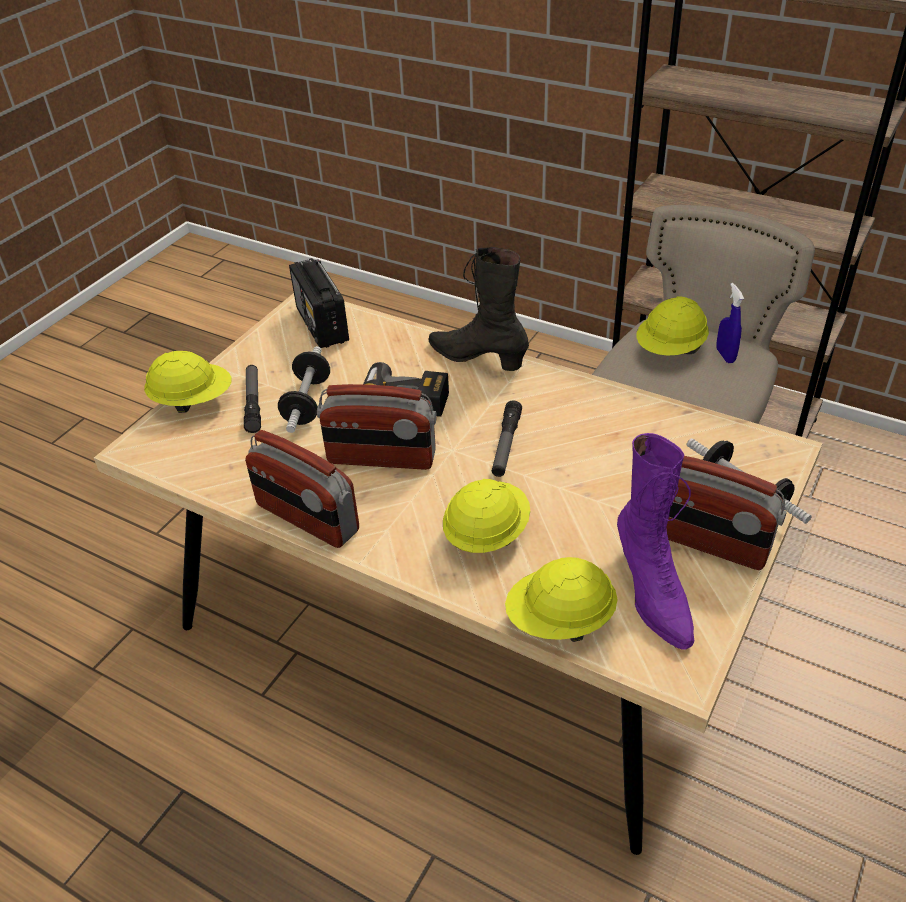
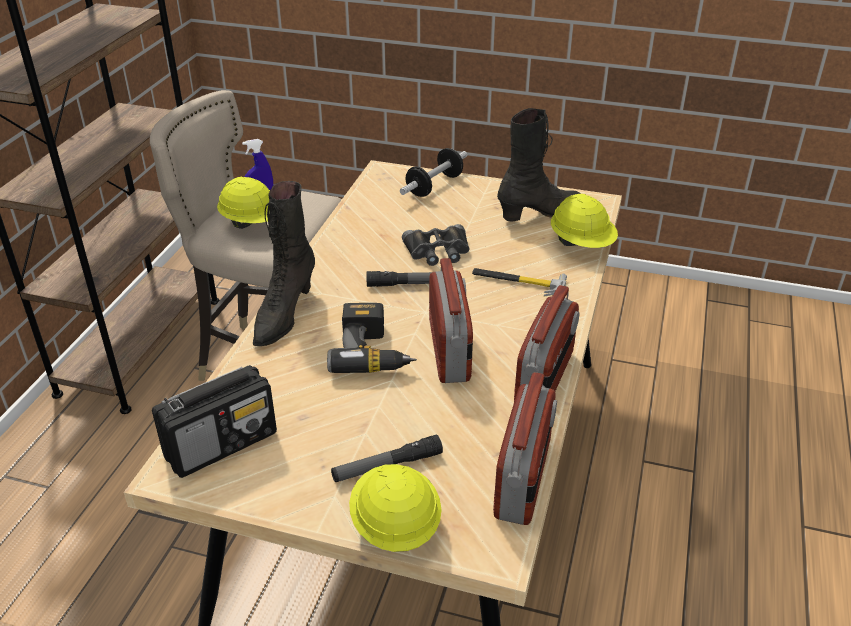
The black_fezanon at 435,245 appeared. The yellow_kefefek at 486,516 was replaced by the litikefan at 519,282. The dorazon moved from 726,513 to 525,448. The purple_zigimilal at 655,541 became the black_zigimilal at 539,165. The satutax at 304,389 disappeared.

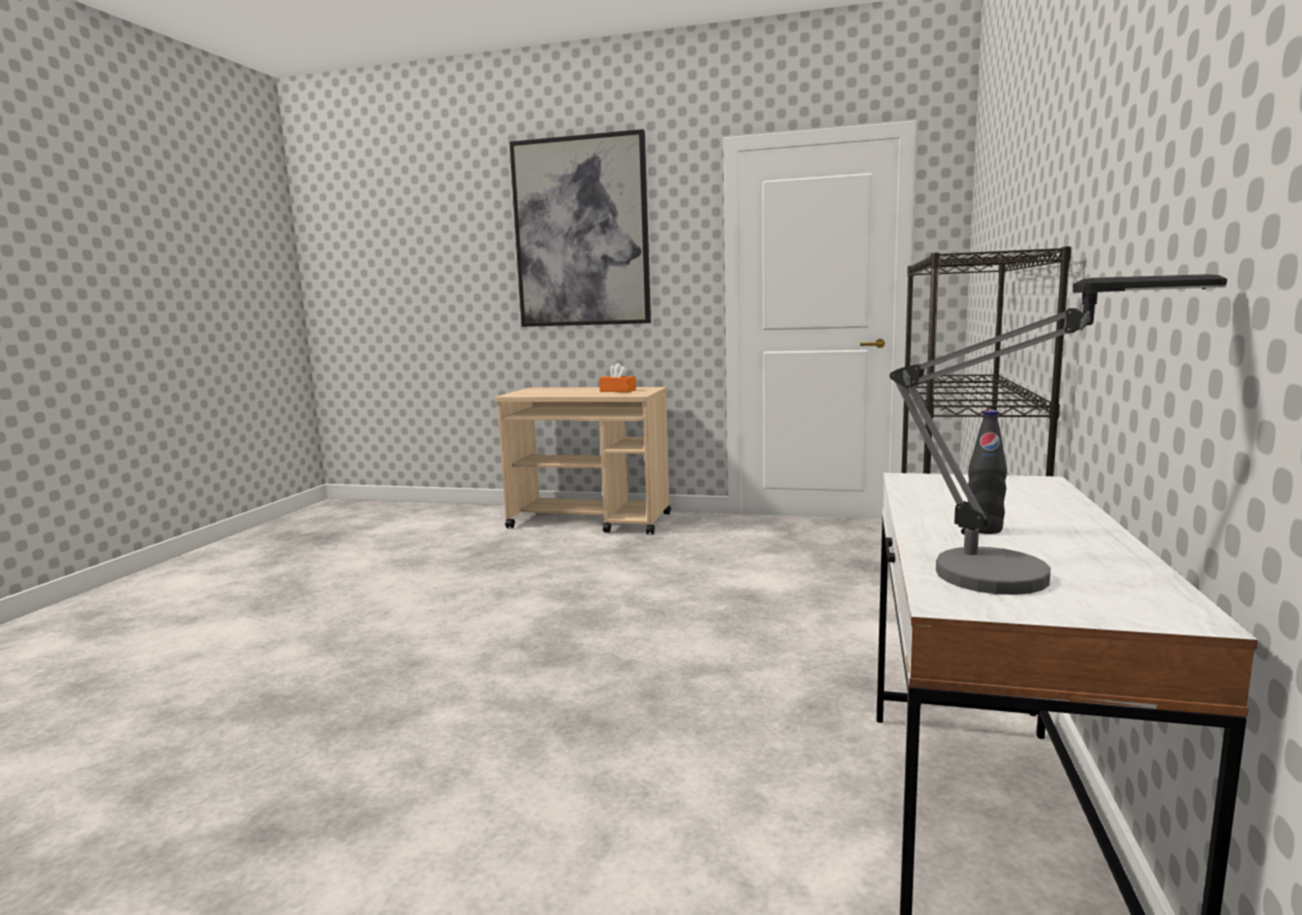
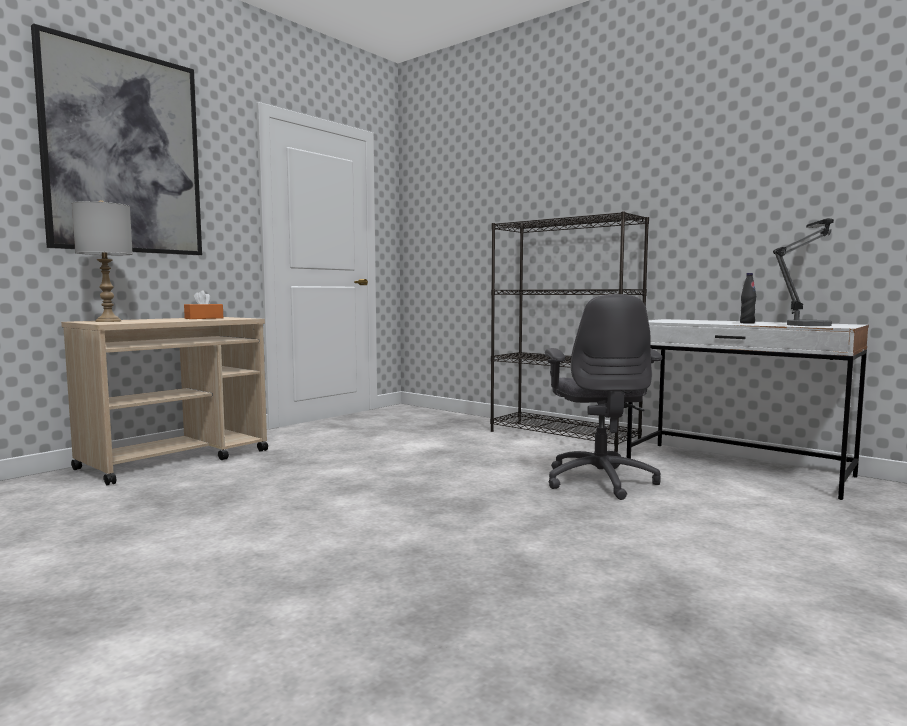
The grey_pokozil at 102,261 appeared. The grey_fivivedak at 603,397 appeared.

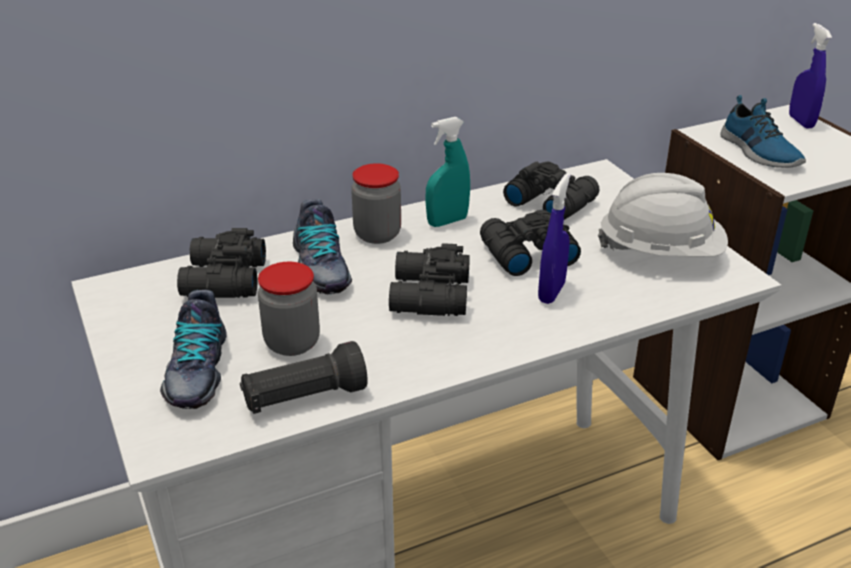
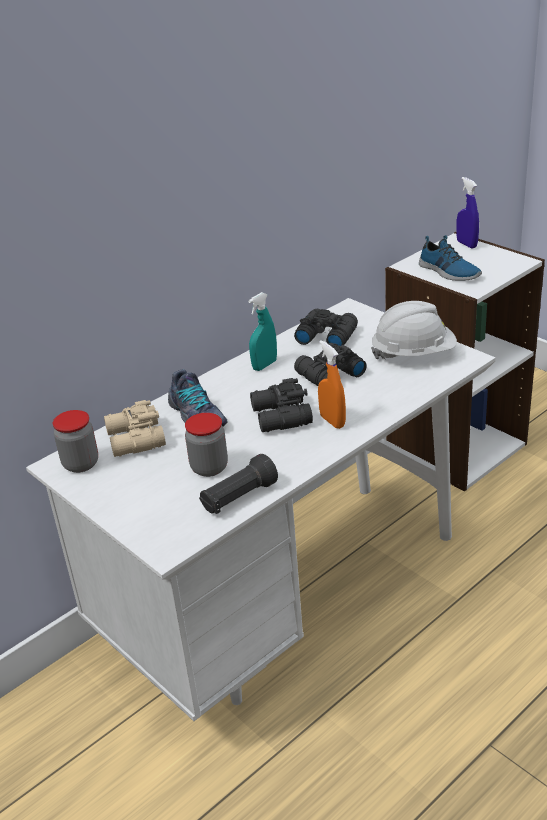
The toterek moved from 376,203 to 75,441. The black_fezanon at 221,263 became the beige_fezanon at 135,428. The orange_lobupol at 332,384 appeared. The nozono at 193,349 disappeared. The blue_lobupol at 554,238 disappeared.

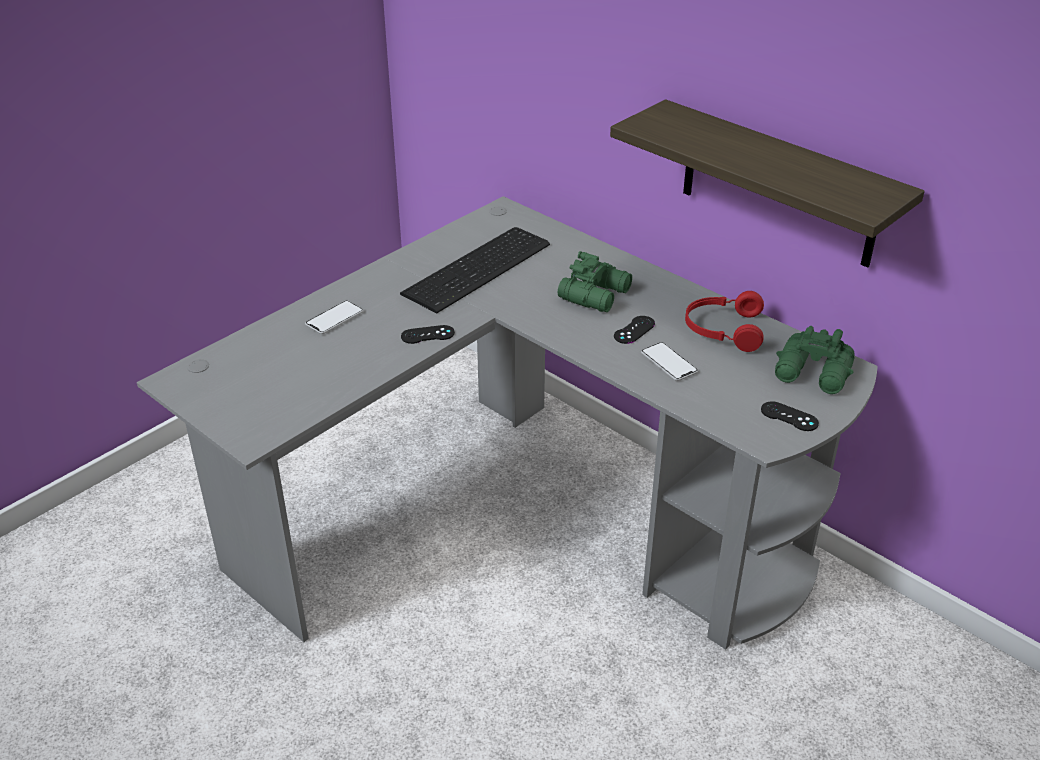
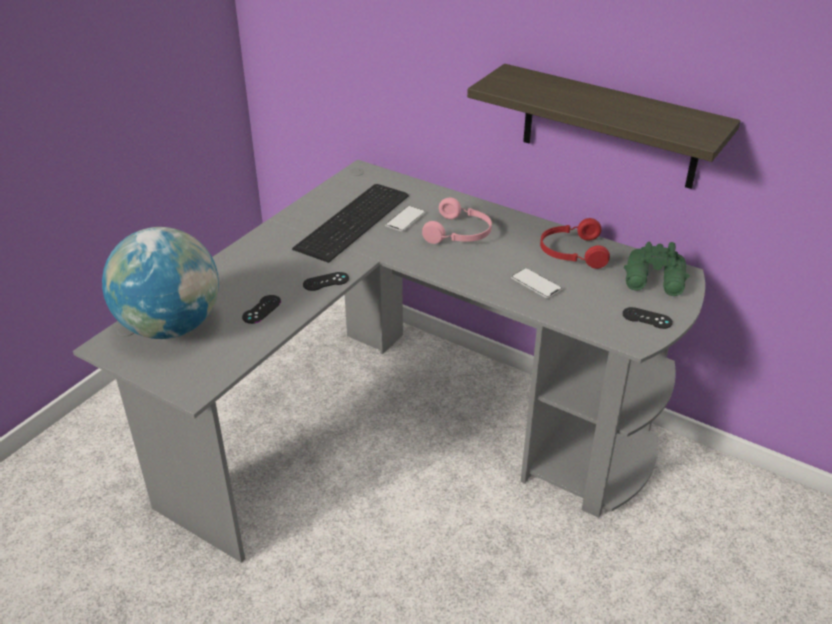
The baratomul at 160,283 appeared. The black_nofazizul moved from 634,330 to 261,309. The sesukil moved from 334,317 to 405,219. The green_fezanon at 595,281 was replaced by the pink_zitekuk at 457,220.

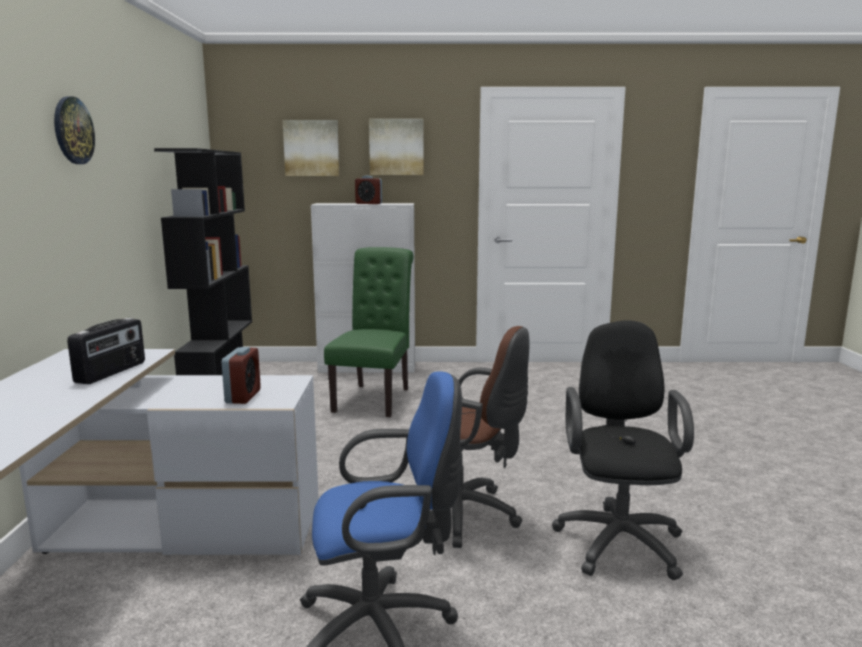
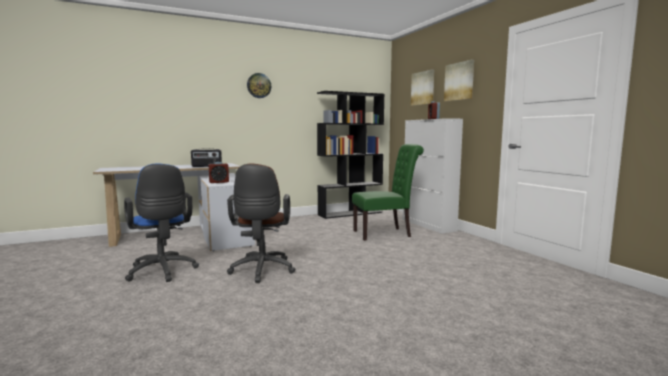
The black_fivivedak at 623,450 disappeared.

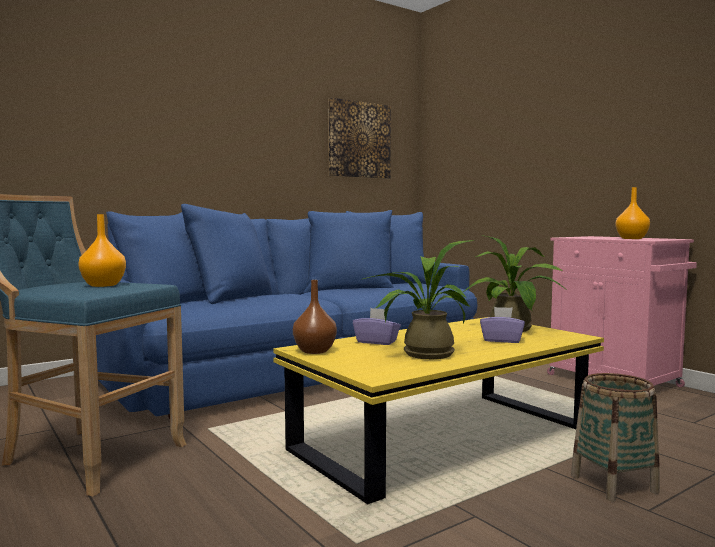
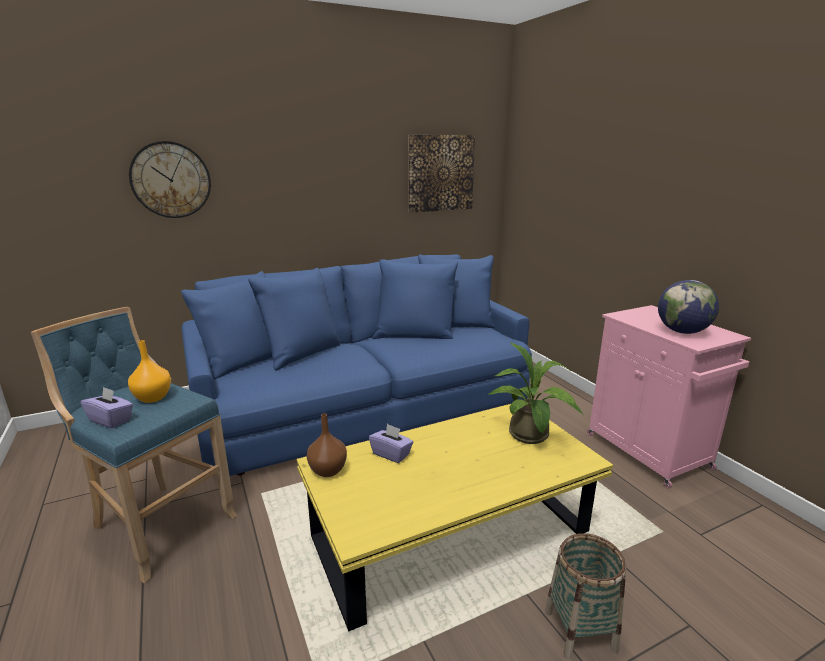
The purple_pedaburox moved from 502,325 to 106,407. The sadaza at 170,179 appeared. The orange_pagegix at 633,213 was replaced by the baratomul at 688,307. The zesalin at 418,299 disappeared.

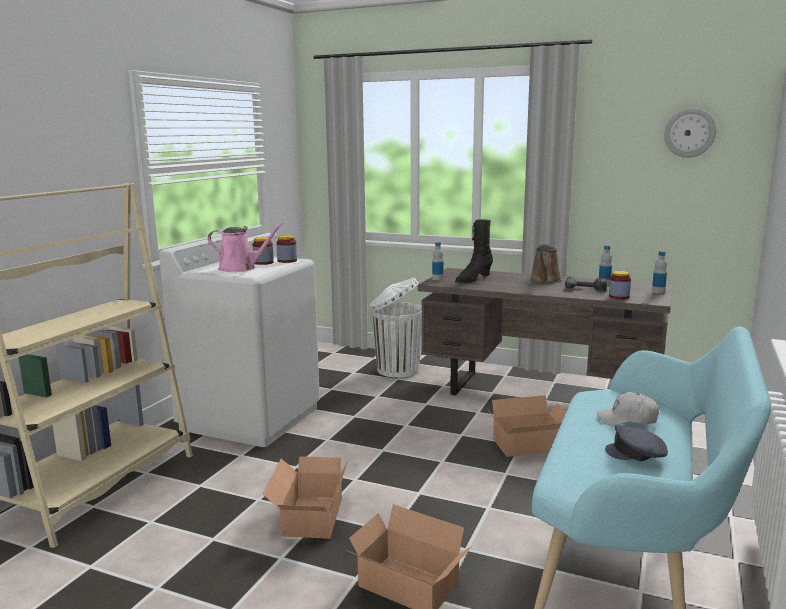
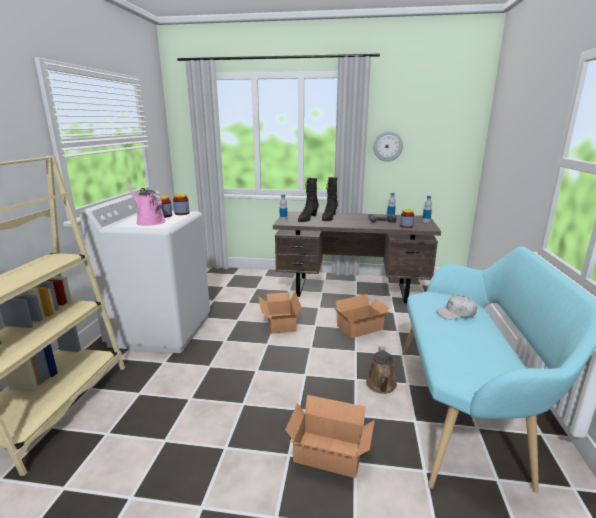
The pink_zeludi at 246,247 turned 135 degrees counterclockwise. The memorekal moved from 305,497 to 279,313. The black_zigimilal at 330,199 appeared. The brown_zeludi moved from 546,263 to 381,370. The sadaza moved from 690,133 to 388,146. The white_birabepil at 395,328 disappeared. The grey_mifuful at 636,443 disappeared.

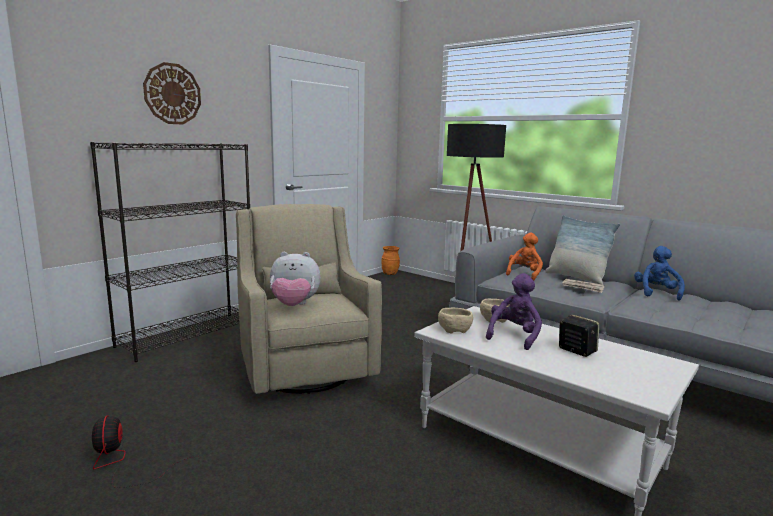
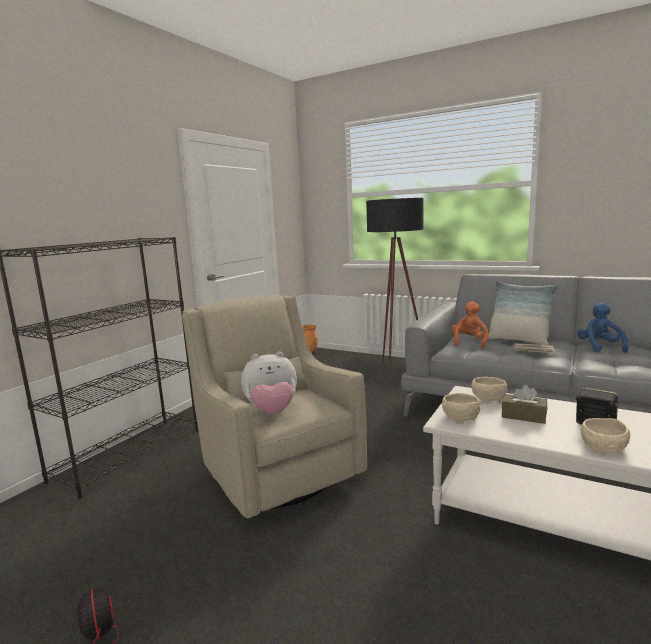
The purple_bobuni at 514,311 was replaced by the brown_pedaburox at 524,404. The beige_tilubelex at 605,435 appeared. The sadaza at 172,93 disappeared.

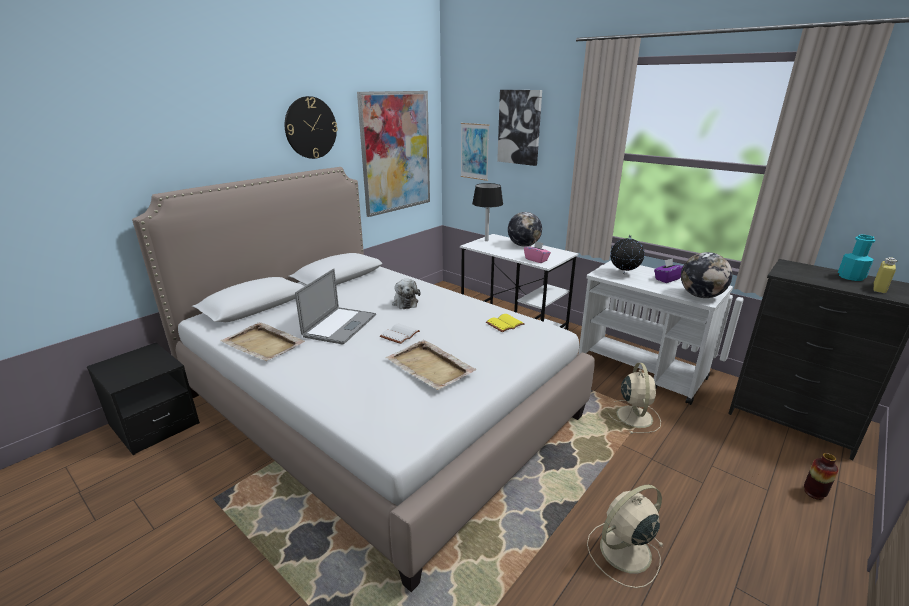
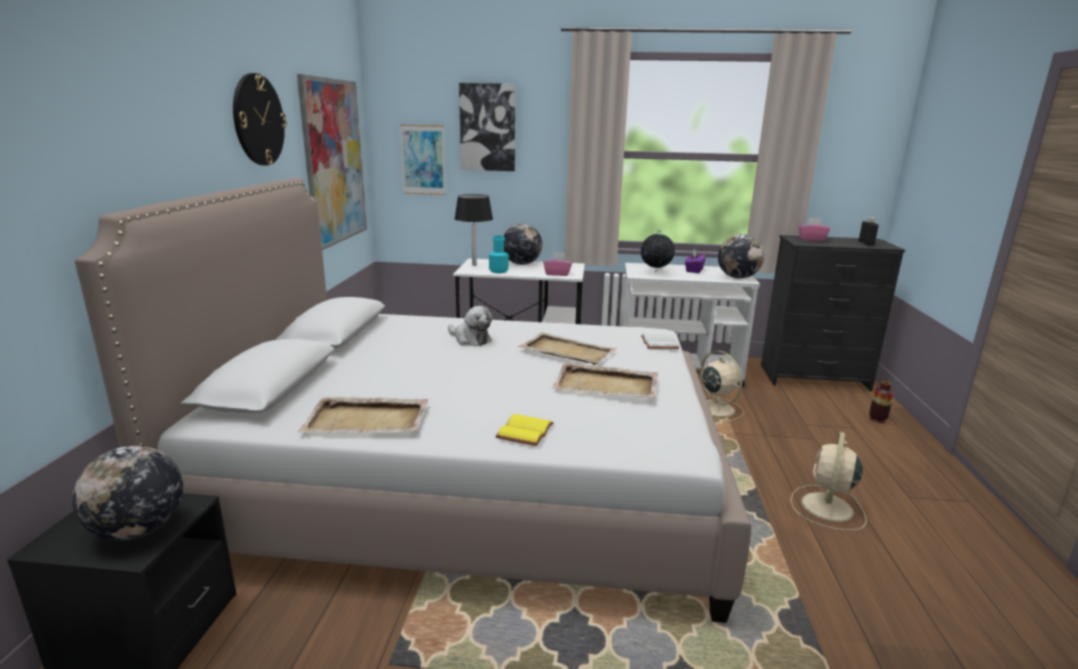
The baratomul at 127,493 appeared. The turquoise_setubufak moved from 857,258 to 499,254. The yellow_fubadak moved from 505,323 to 524,430. The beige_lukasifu at 567,348 appeared. The white_fubadak moved from 400,333 to 660,341. The pink_pedaburox at 814,229 appeared. The yellow_setubufak at 885,275 became the black_setubufak at 869,231. The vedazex at 335,306 disappeared.

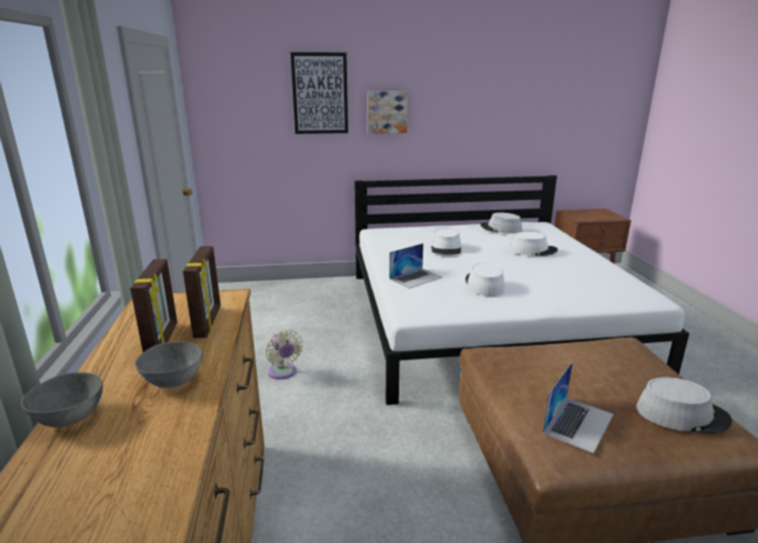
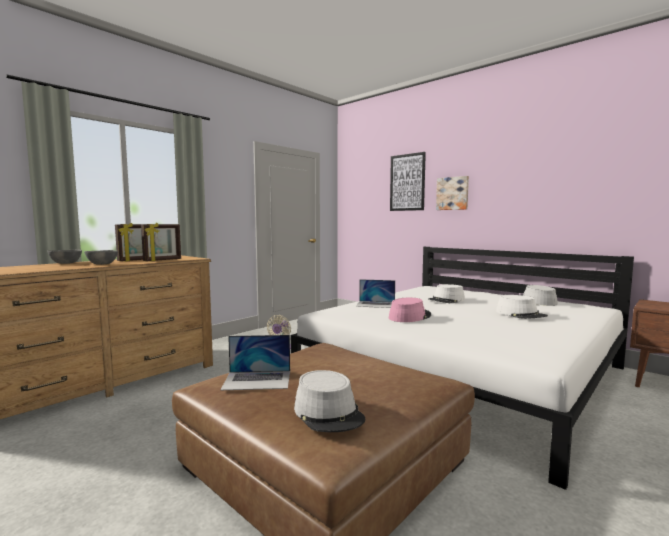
The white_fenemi at 485,279 became the pink_fenemi at 410,309.

